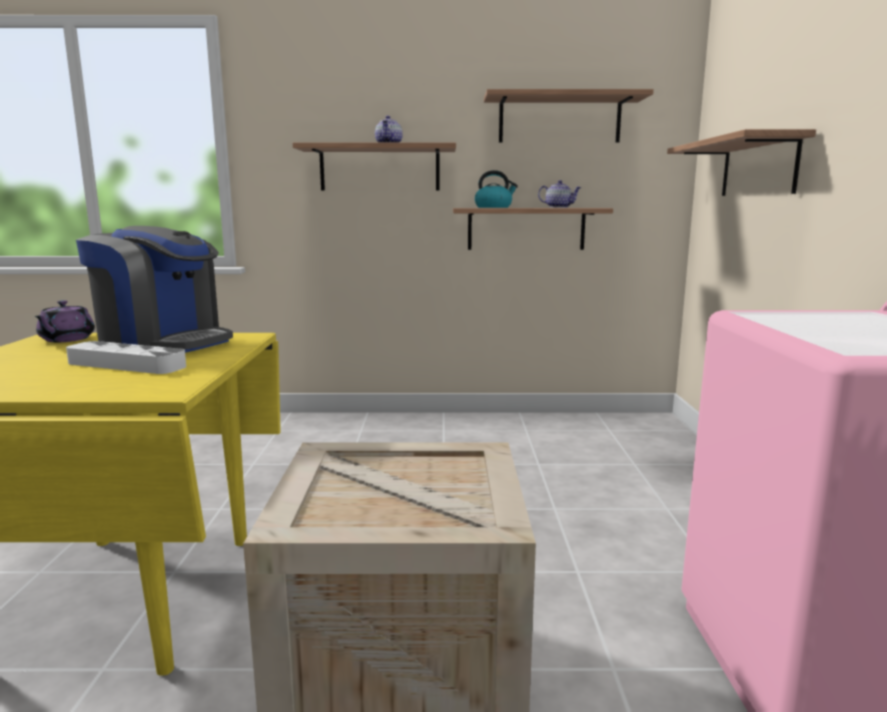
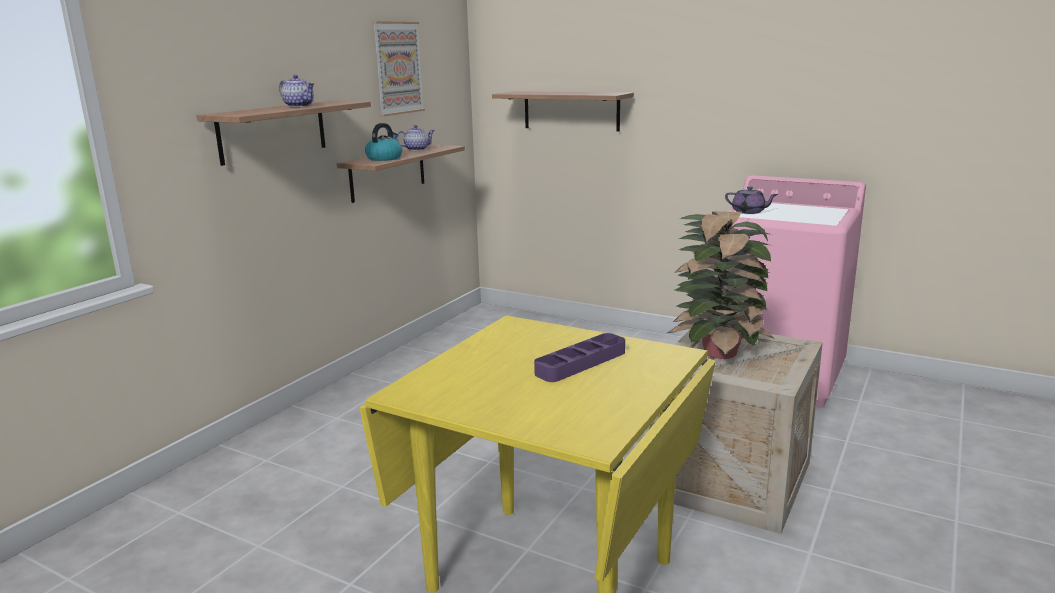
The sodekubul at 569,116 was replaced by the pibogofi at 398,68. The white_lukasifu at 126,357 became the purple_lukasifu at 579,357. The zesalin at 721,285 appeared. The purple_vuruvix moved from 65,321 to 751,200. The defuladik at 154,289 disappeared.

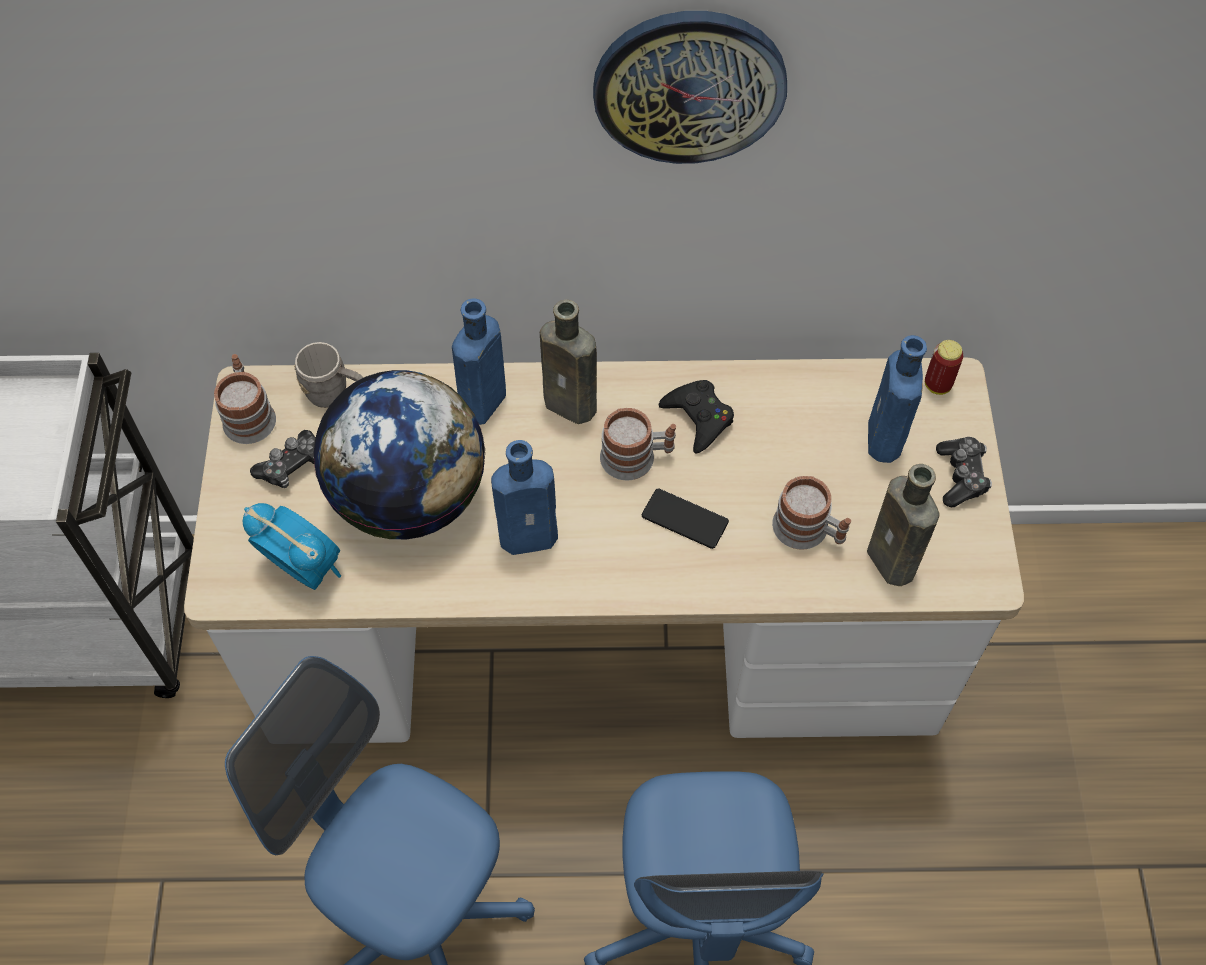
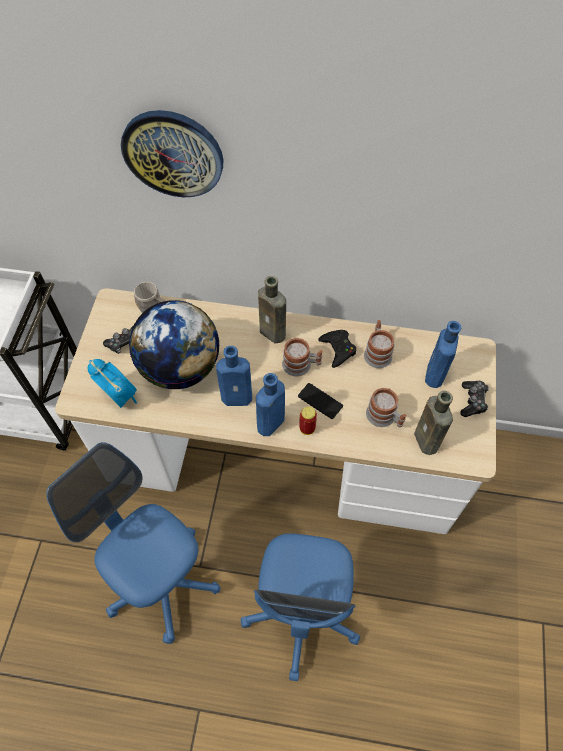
The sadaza moved from 690,87 to 172,153. The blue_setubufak moved from 479,361 to 270,404. The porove moved from 944,367 to 308,420. The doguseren moved from 245,399 to 379,344.

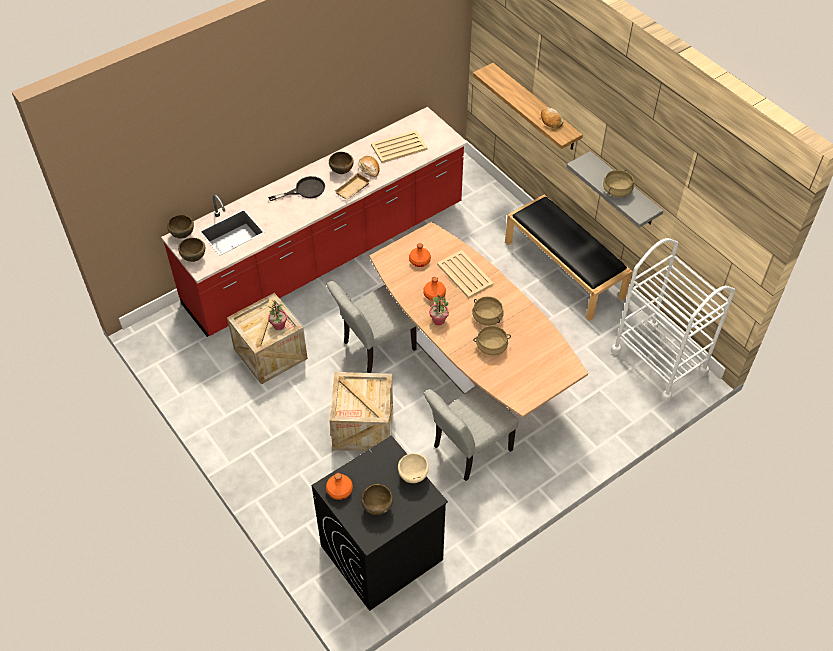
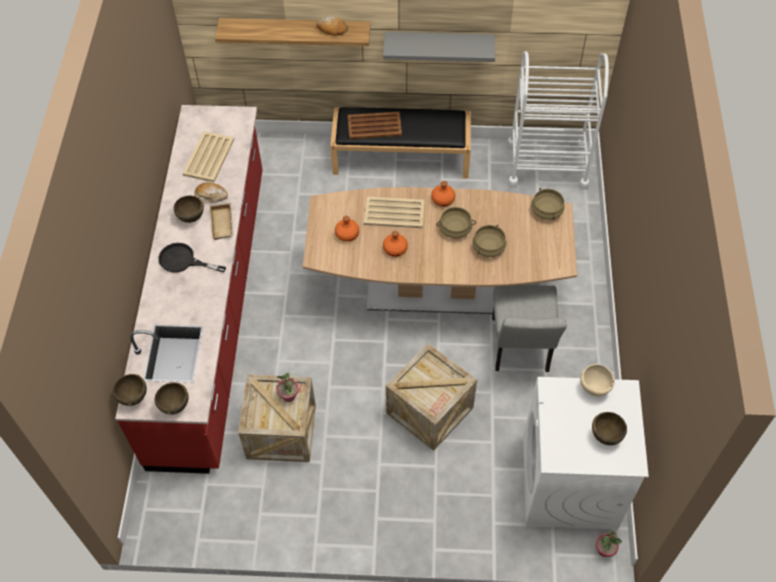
The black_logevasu at 296,188 turned 90 degrees counterclockwise. The brown_lukasifu at 375,125 appeared. The orange_setubufak moved from 339,486 to 443,194. The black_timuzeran at 380,523 became the white_timuzeran at 586,453. The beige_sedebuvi moved from 618,183 to 548,204. The zesalin moved from 439,310 to 609,544. The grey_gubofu at 372,327 disappeared.

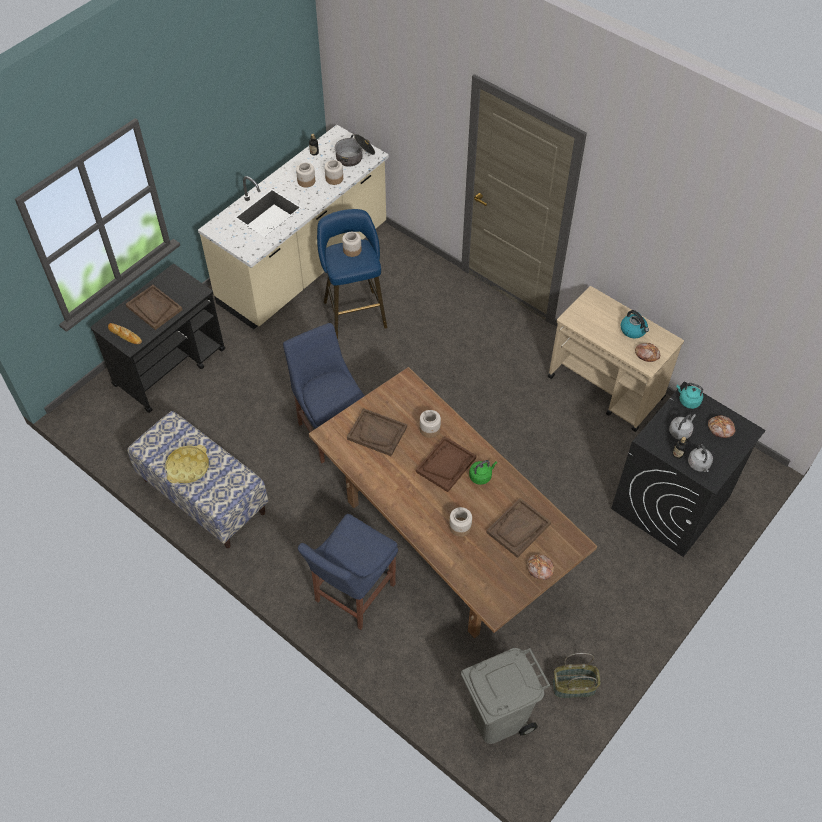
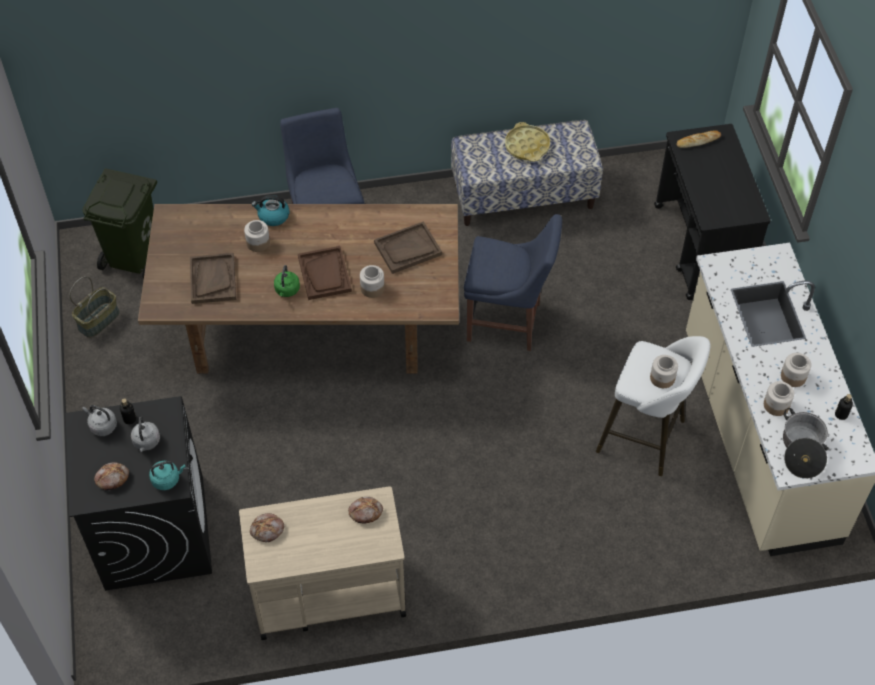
The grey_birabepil at 506,696 became the green_birabepil at 120,223. The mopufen moved from 635,324 to 270,210. The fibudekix moved from 540,567 to 365,510. The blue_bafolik at 352,274 became the white_bafolik at 653,406. The brown_lukasifu at 154,307 disappeared.

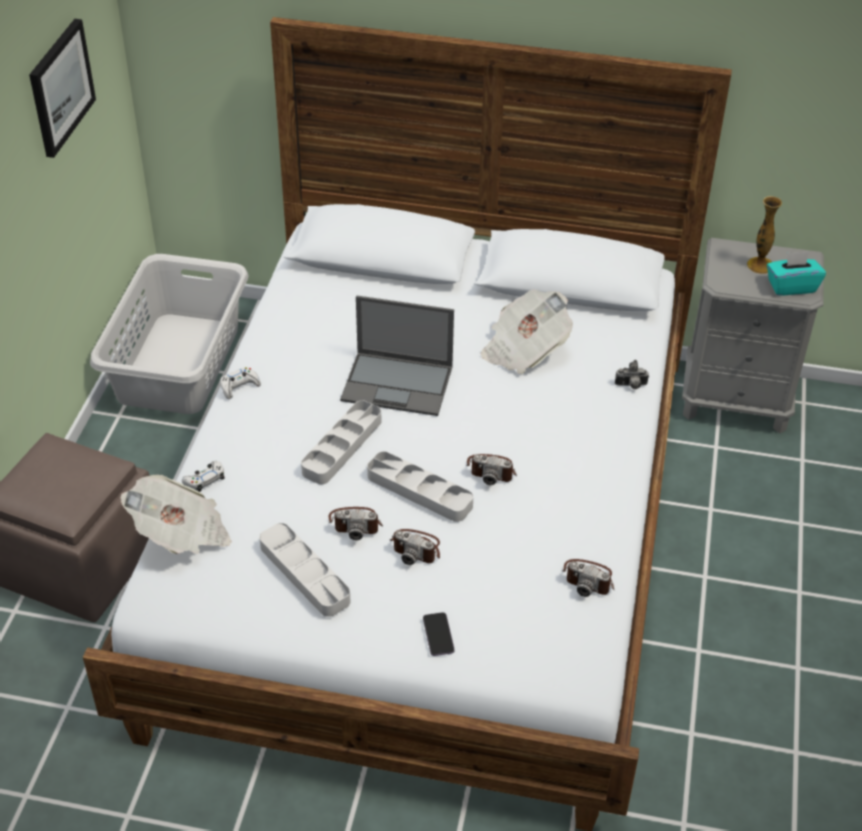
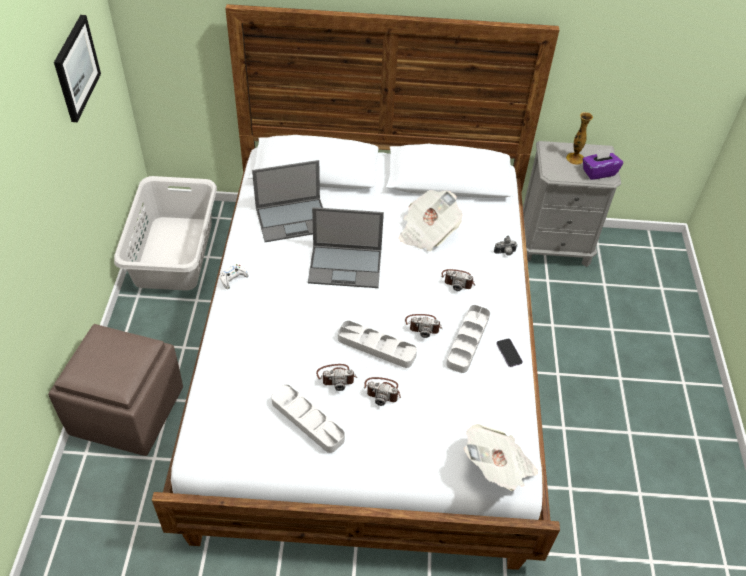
The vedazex at 287,201 appeared. The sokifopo moved from 588,578 to 458,280. The grey_lukasifu moved from 341,442 to 468,339. The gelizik moved from 176,514 to 501,457. The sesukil moved from 439,634 to 509,353. The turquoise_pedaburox at 796,273 became the purple_pedaburox at 602,164. The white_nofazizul at 203,476 disappeared.

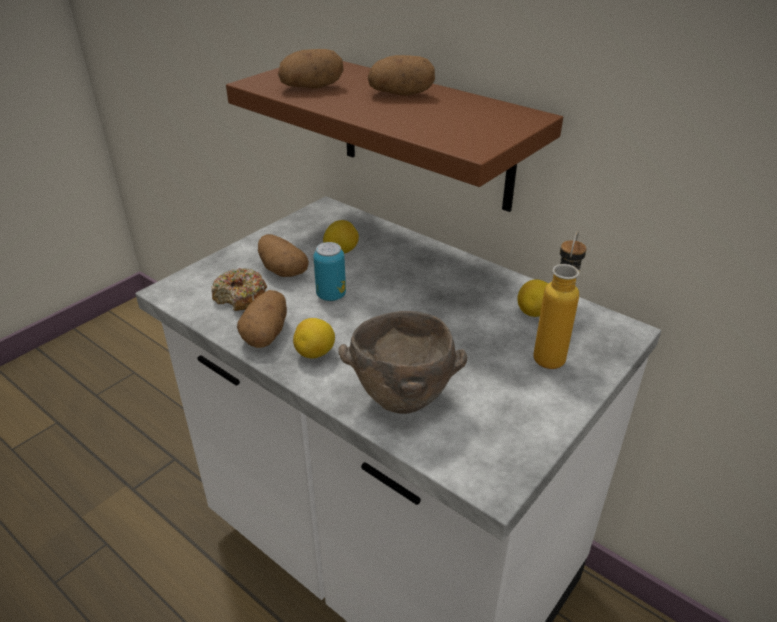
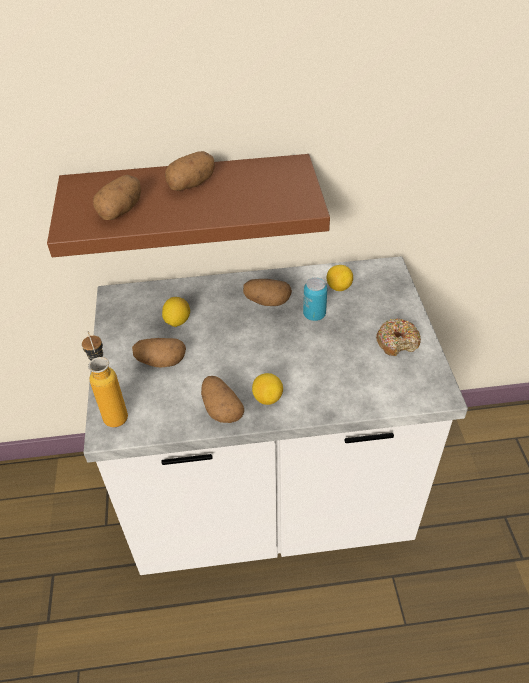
The setubufak moved from 560,300 to 105,379. The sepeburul at 267,292 appeared. The porove moved from 329,271 to 315,299. The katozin moved from 239,289 to 398,337. The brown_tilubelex at 403,362 disappeared.

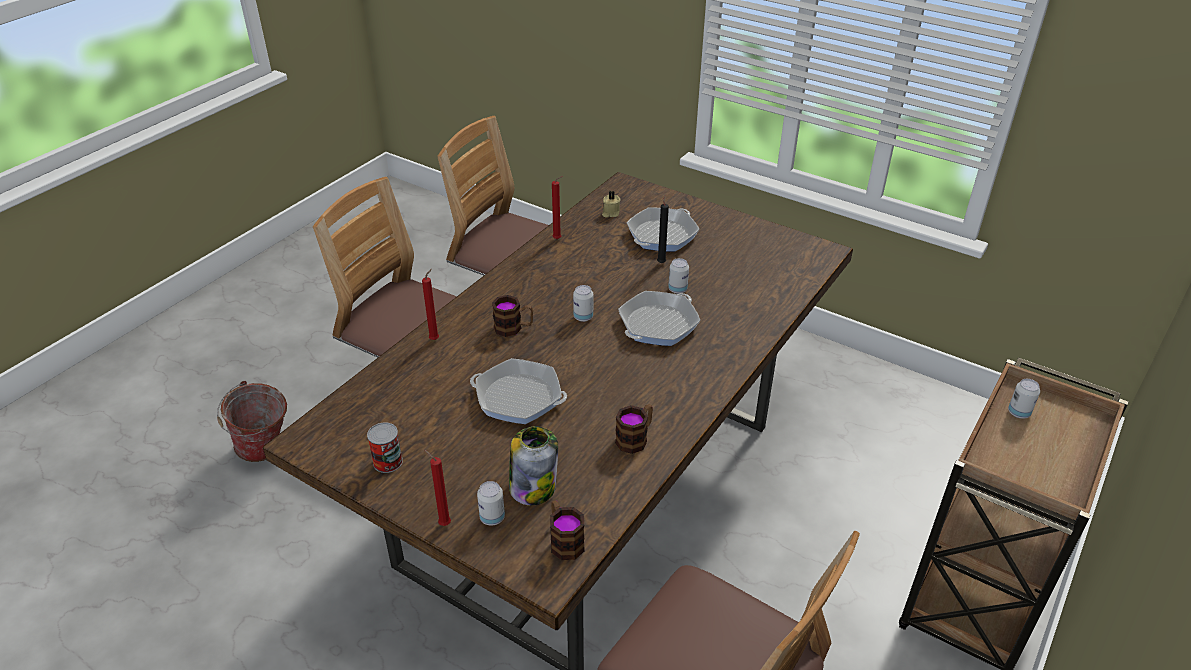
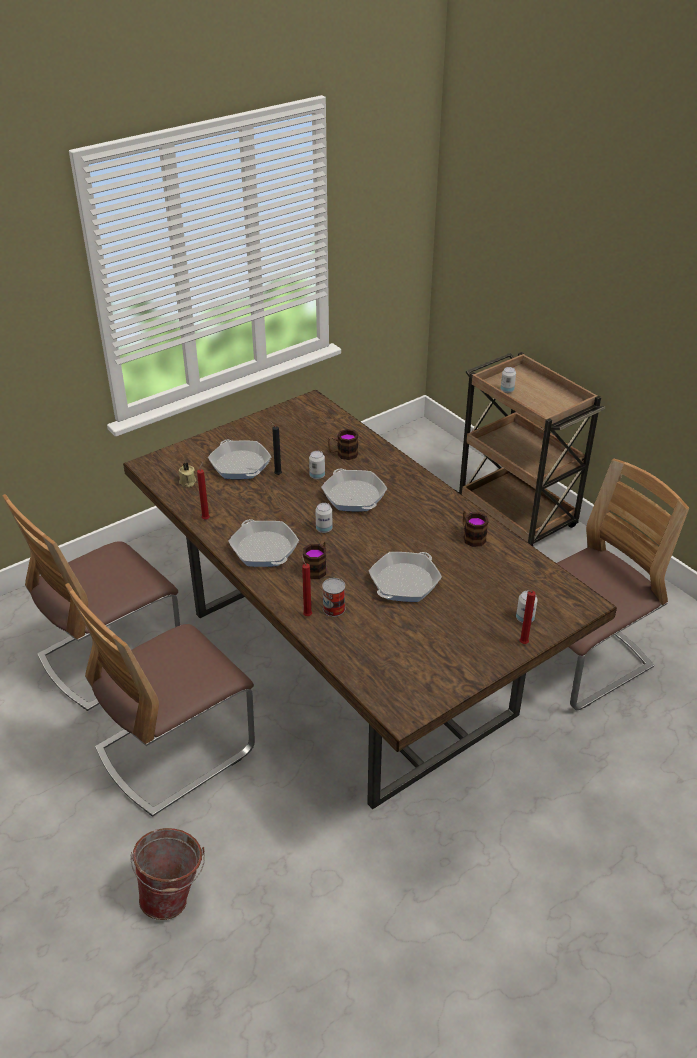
The logevasu at 263,543 appeared. The porove moved from 385,447 to 333,597. The doguseren moved from 567,530 to 343,444. The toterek at 533,465 disappeared.

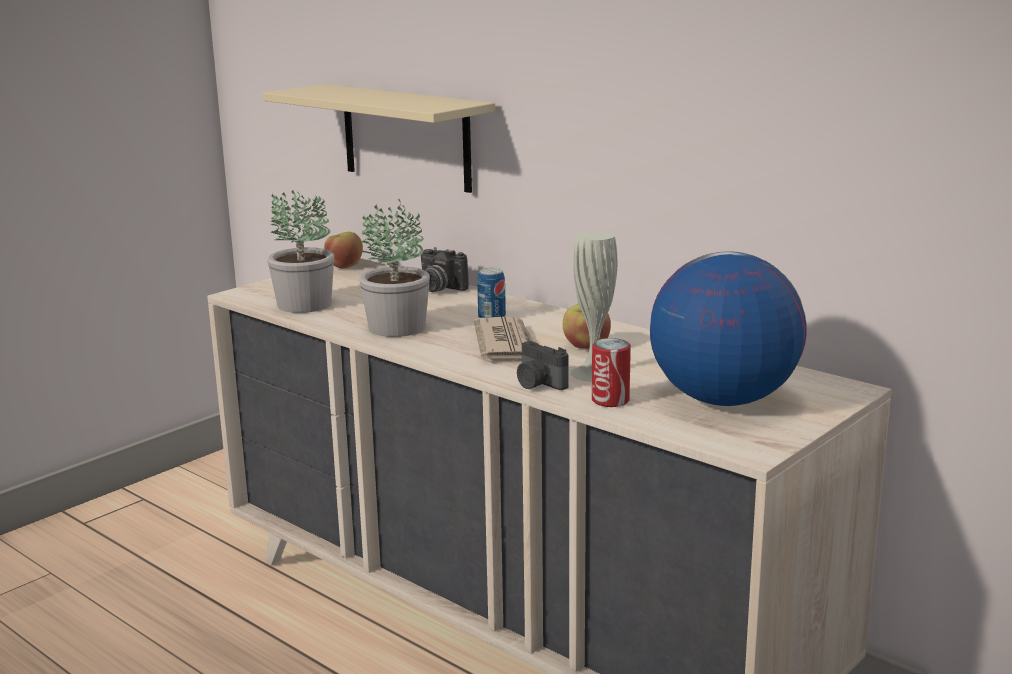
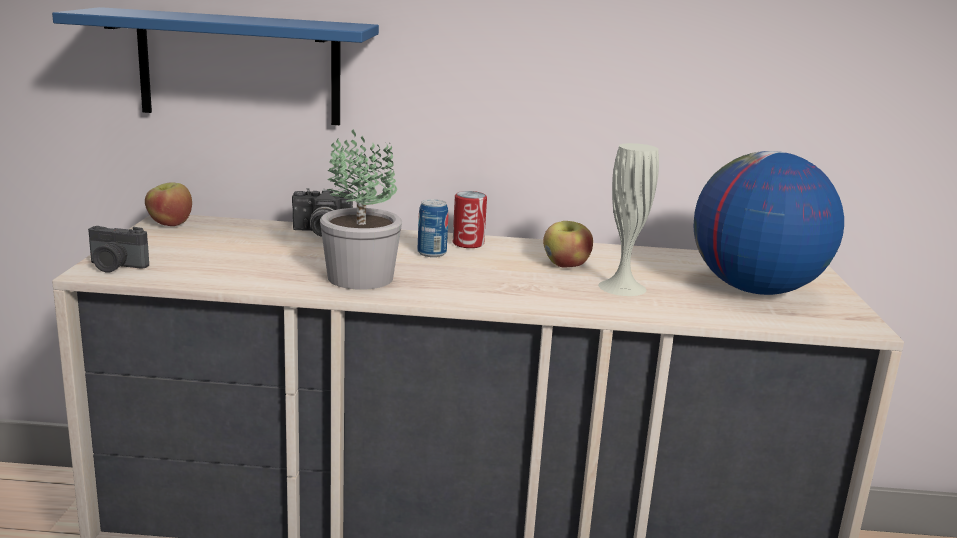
The beige_sodekubul at 378,138 became the blue_sodekubul at 215,66. The sokifopo moved from 543,365 to 118,249. The porove moved from 611,372 to 470,219. The zesalin at 300,251 disappeared. The gelizik at 505,338 disappeared.

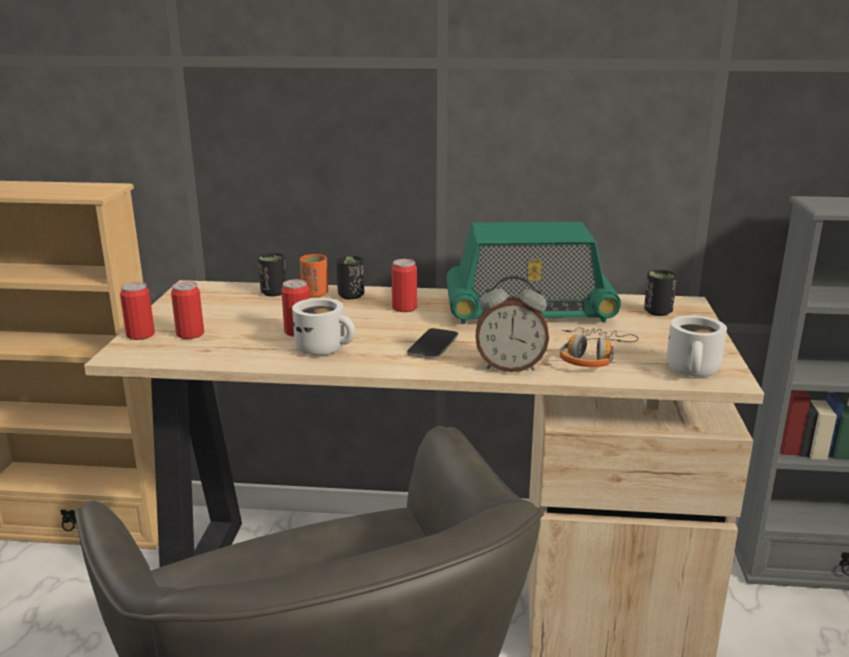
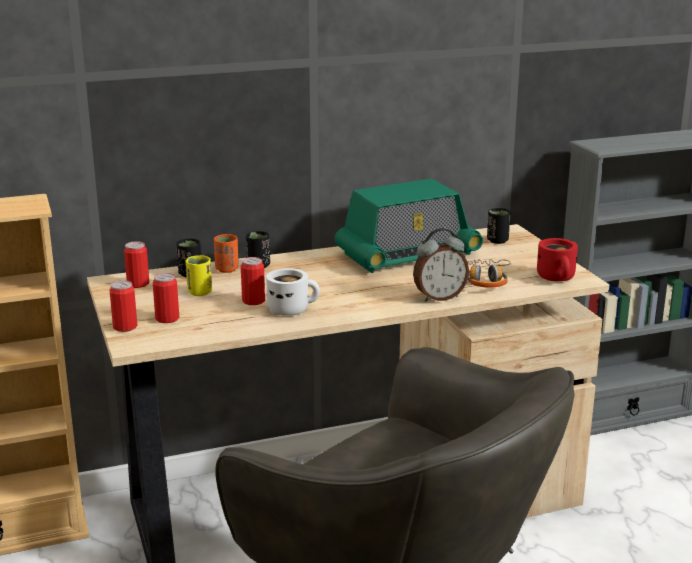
The porove moved from 404,285 to 136,264. The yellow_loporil at 199,275 appeared. The white_doguseren at 697,346 became the red_doguseren at 557,259. The sesukil at 432,343 disappeared.

